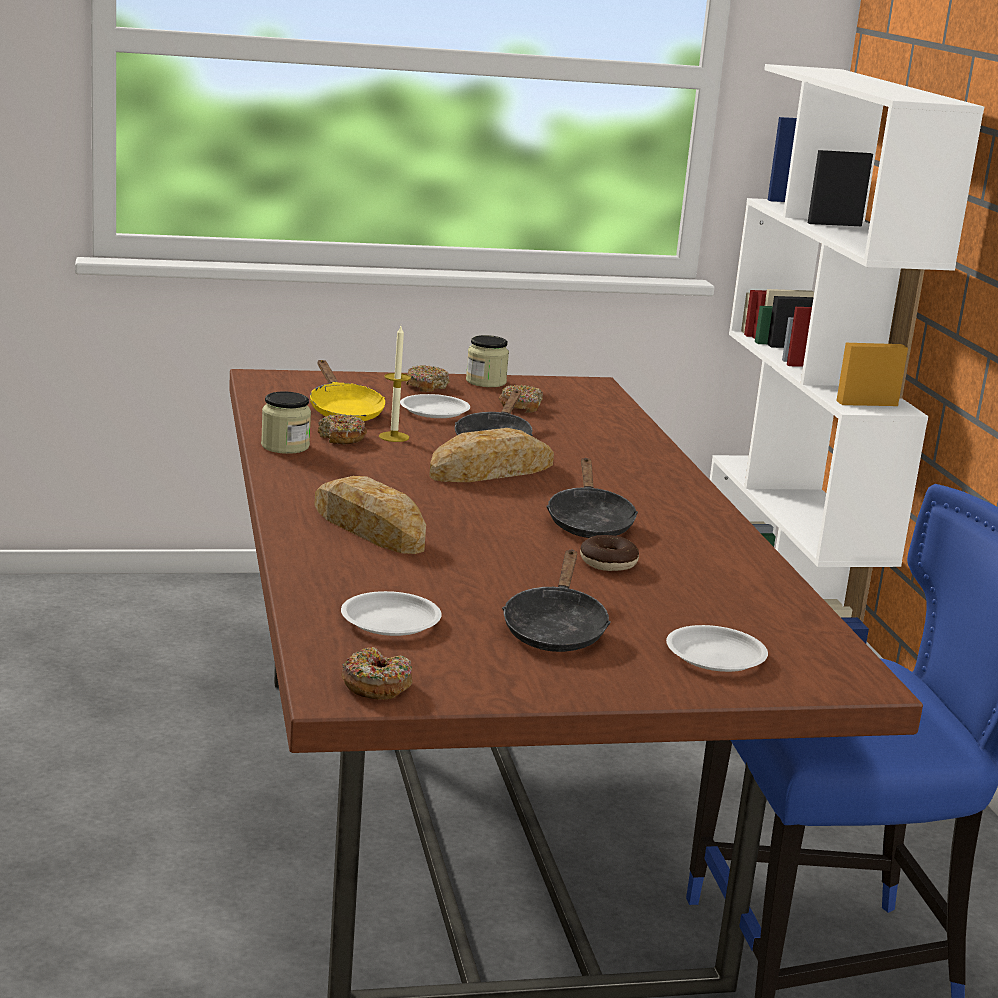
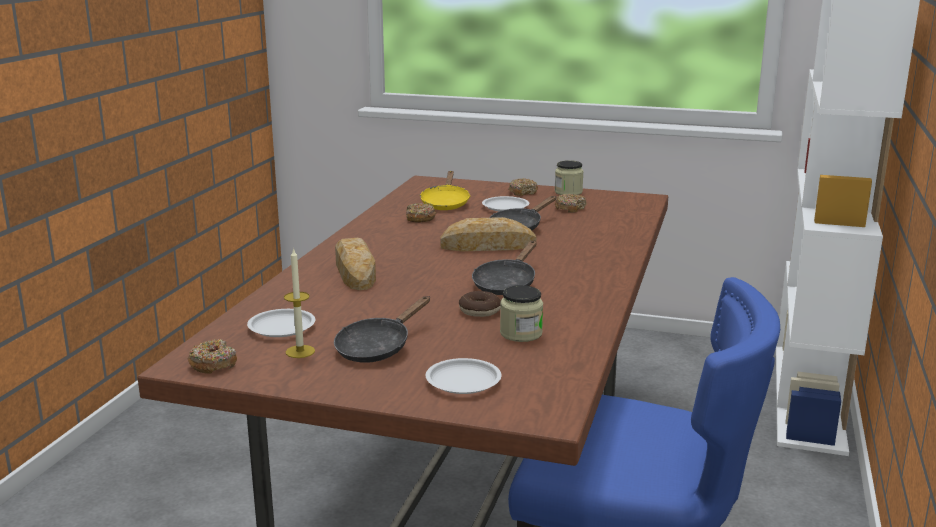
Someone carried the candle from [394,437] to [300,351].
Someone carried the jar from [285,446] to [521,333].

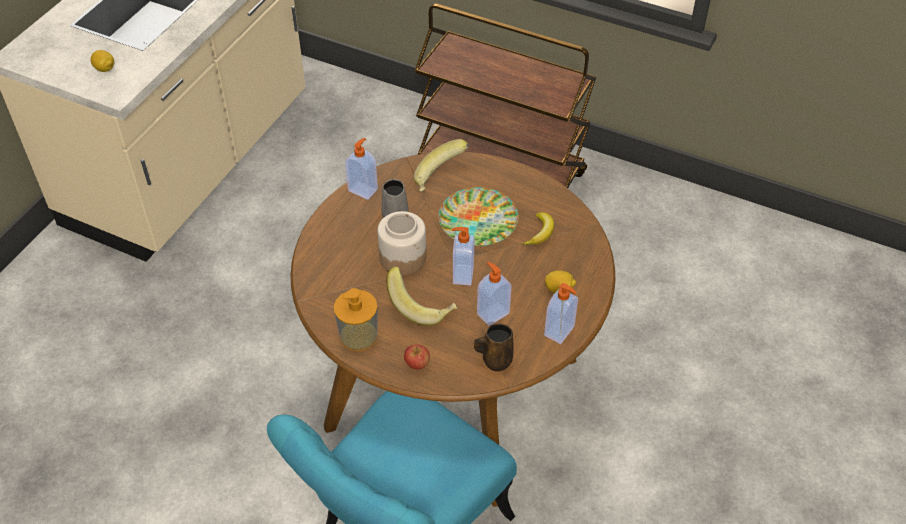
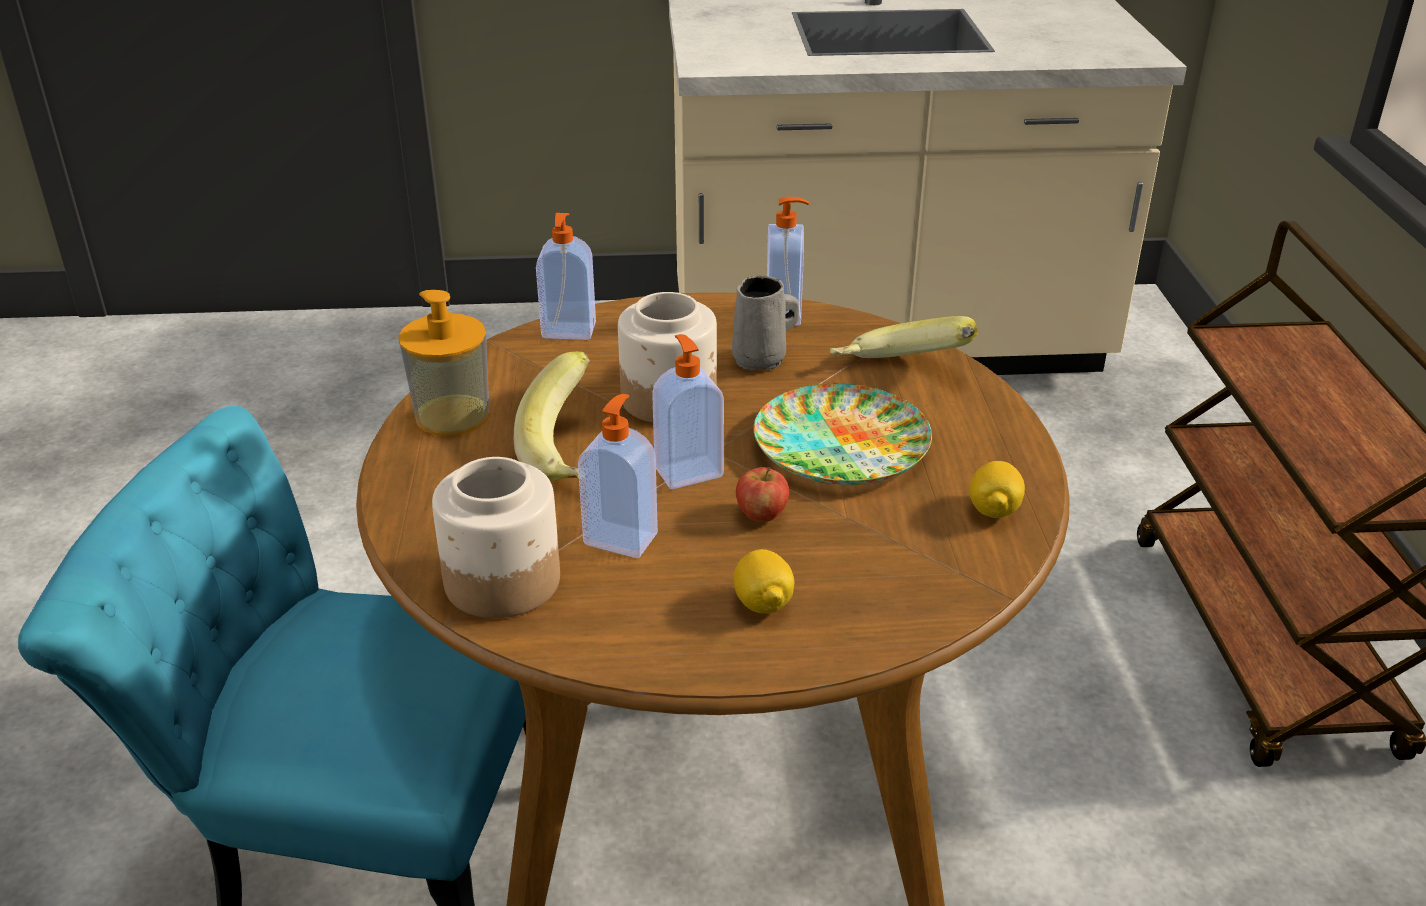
Someone carried the lemon from [104,69] to [993,510].
Someone took away the banana at [540,233].
Someone carried the soap dispenser from [560,332] to [568,332].
Someone swapped the brown mug at [495,360] for the jar at [501,582].
Someone carried the apple from [417,364] to [761,515].

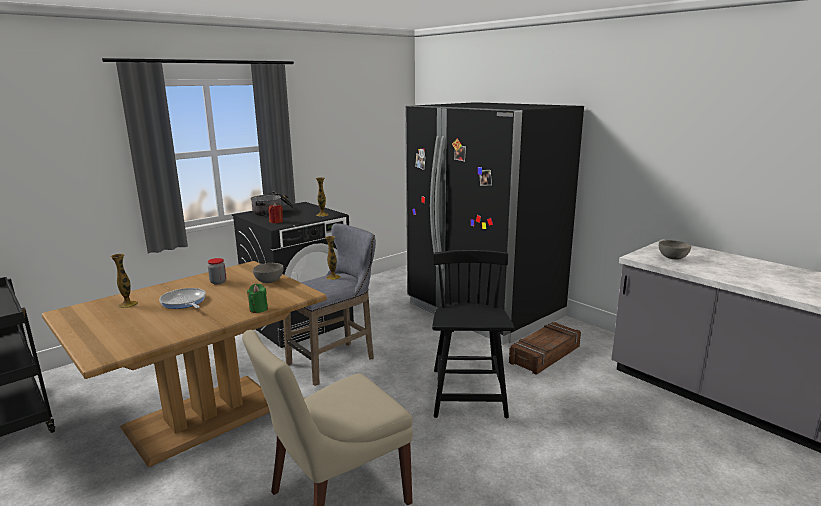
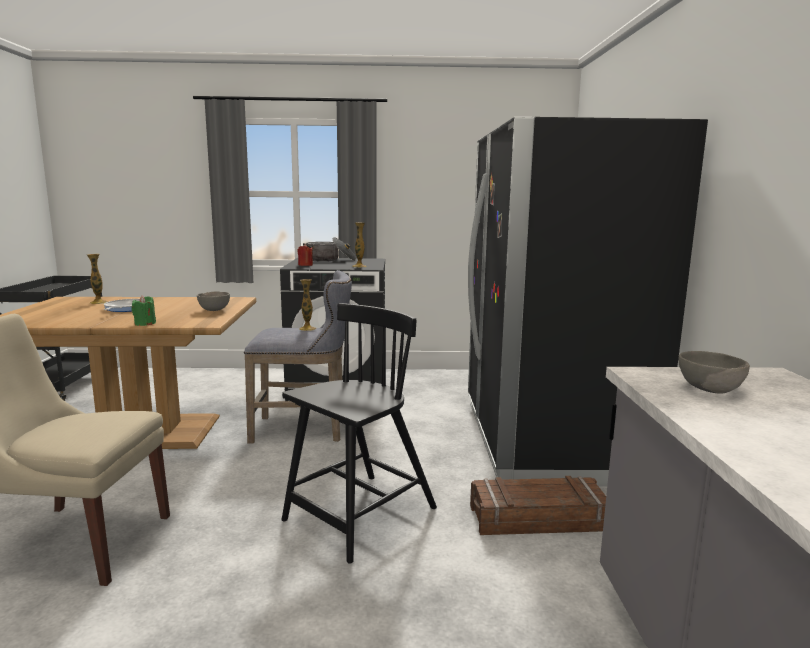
Someone took away the jar at [218,282].

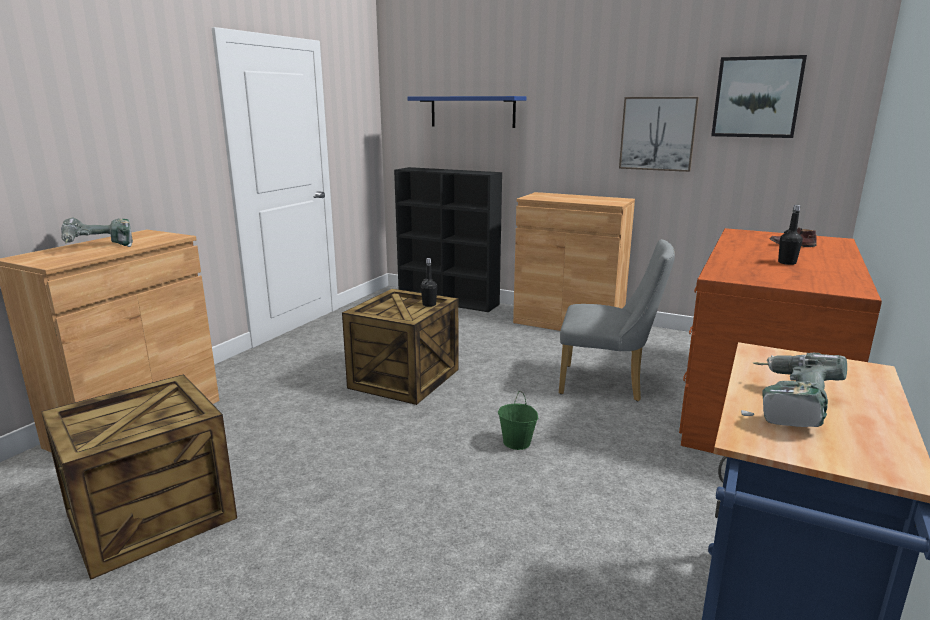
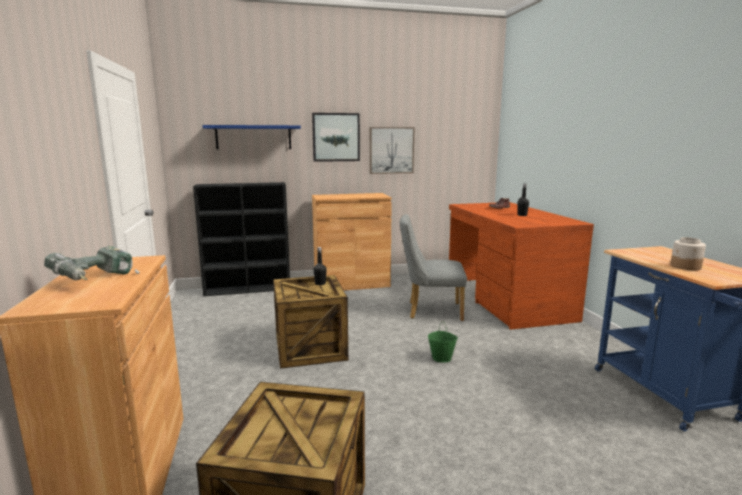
Someone carried the picture from [757,97] to [336,137].
Someone rotated the grey chair at [608,384] by 150 degrees counterclockwise.
Someone swapped the power drill at [787,406] for the jar at [685,267].

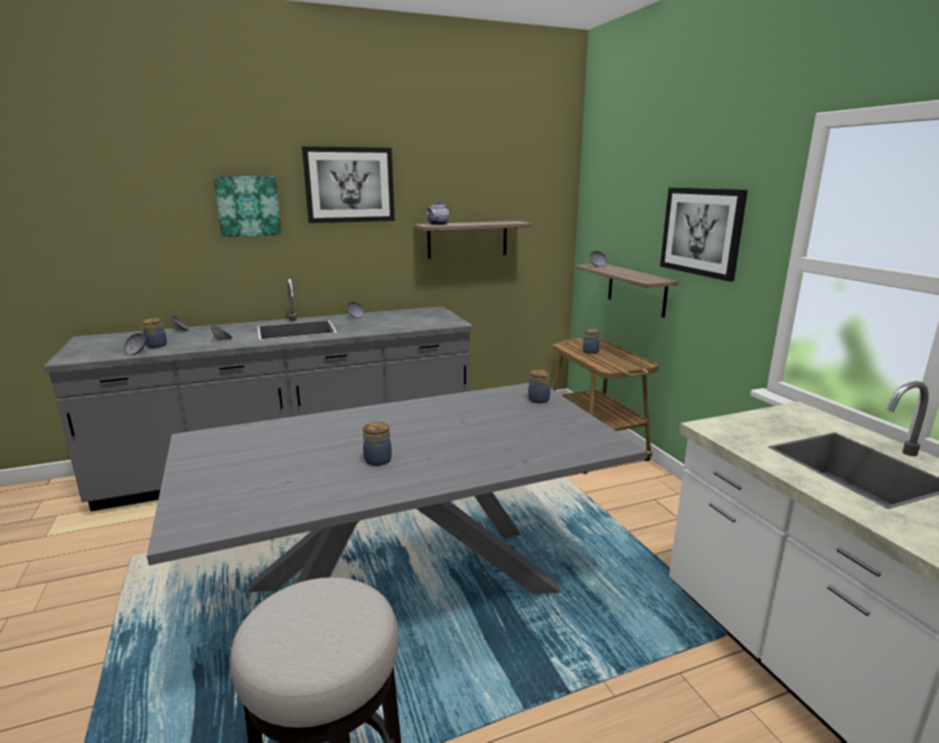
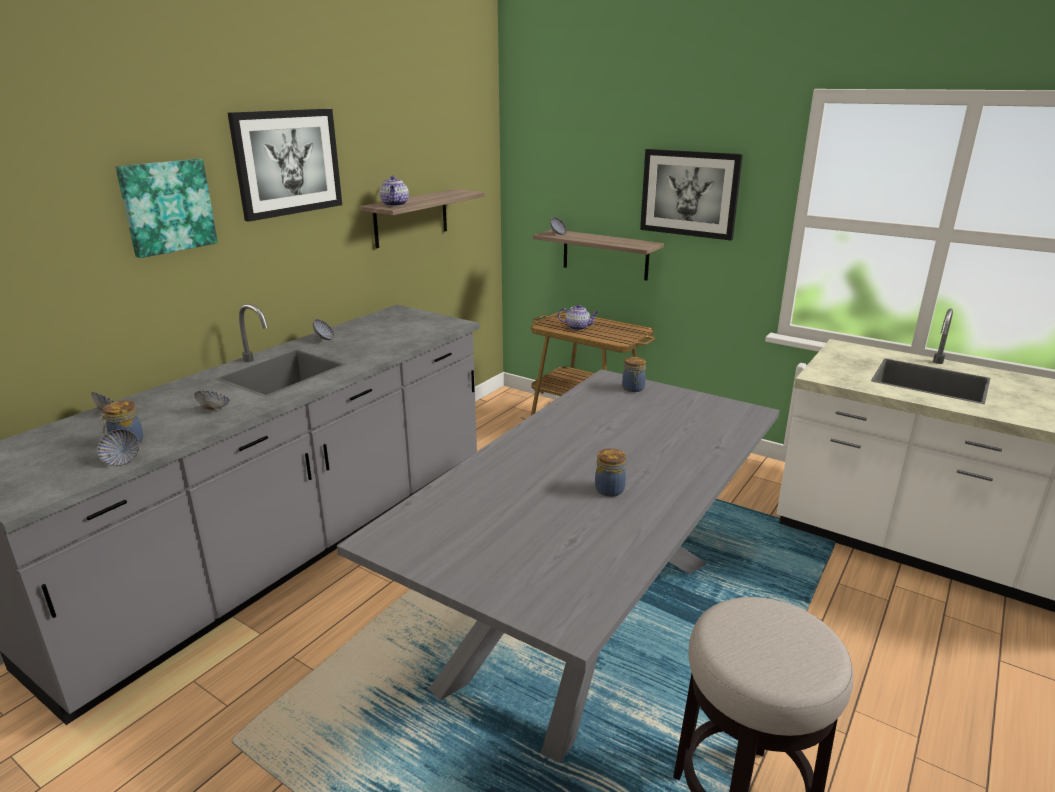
Someone swapped the jar at [591,352] for the teapot at [578,327].

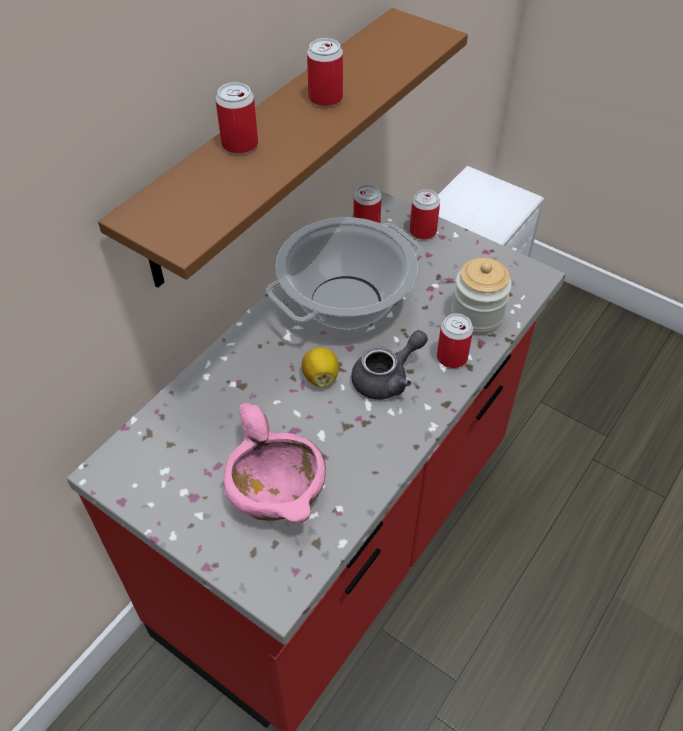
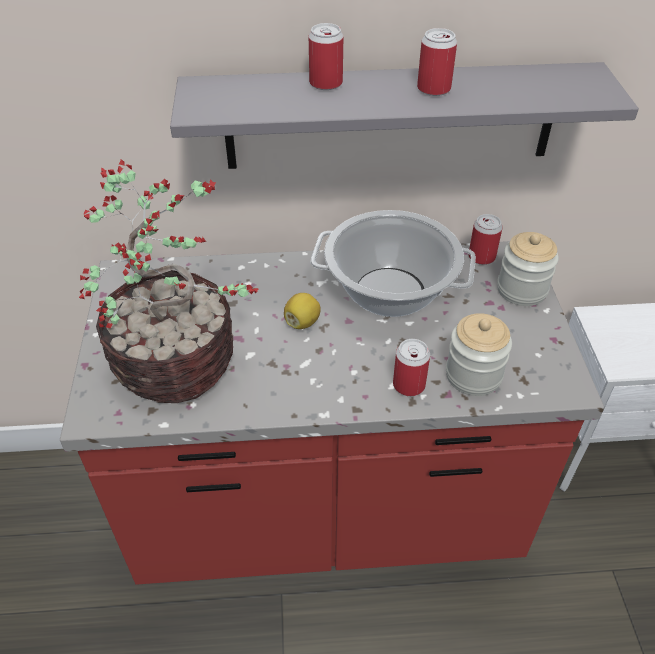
Someone repainted the brown shelf at [269,146], which became the grey shelf at [390,117].
Someone swapped the can at [423,232] for the jar at [521,289].
Someone took away the grey teapot at [387,378].
Someone swapped the pink bowl at [276,489] for the potted plant at [178,360].

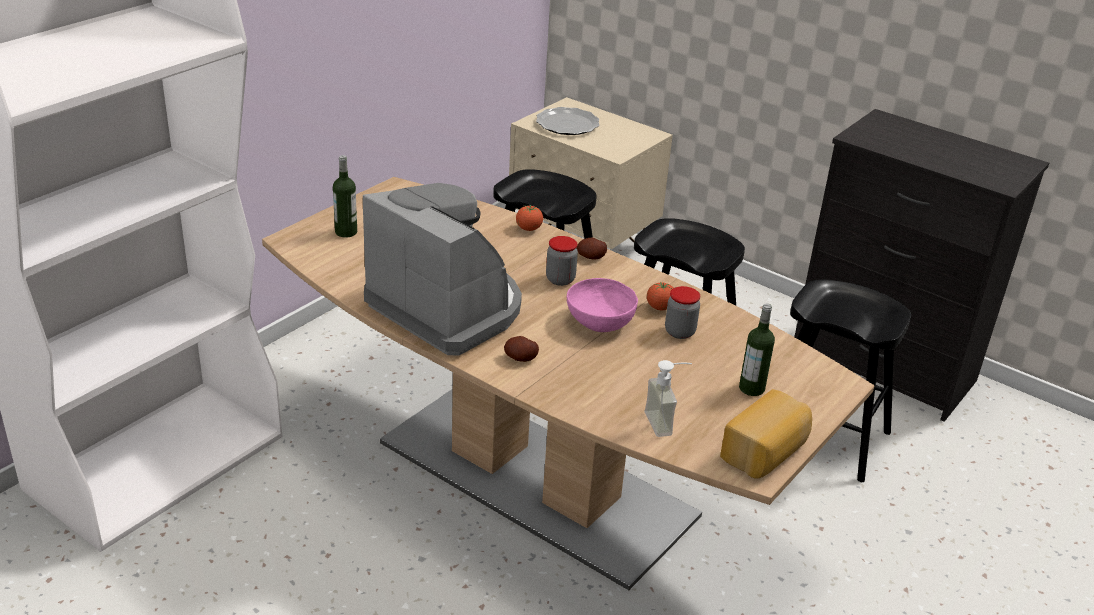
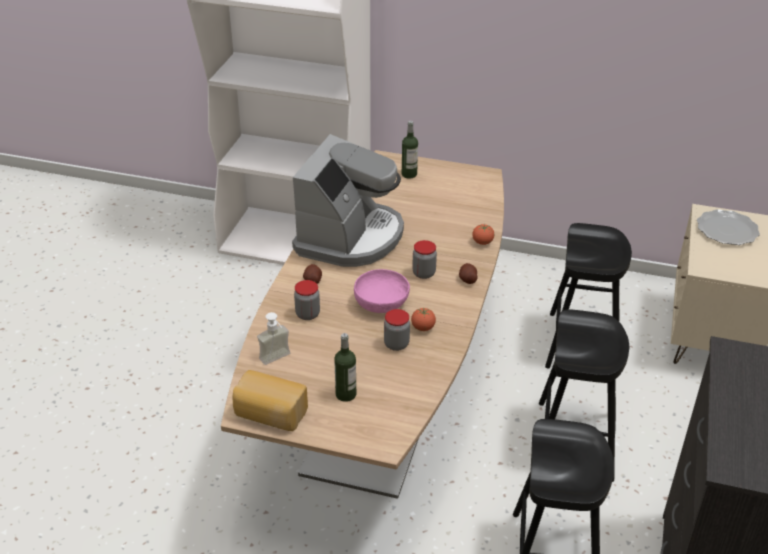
Someone put down the jar at [307,314].

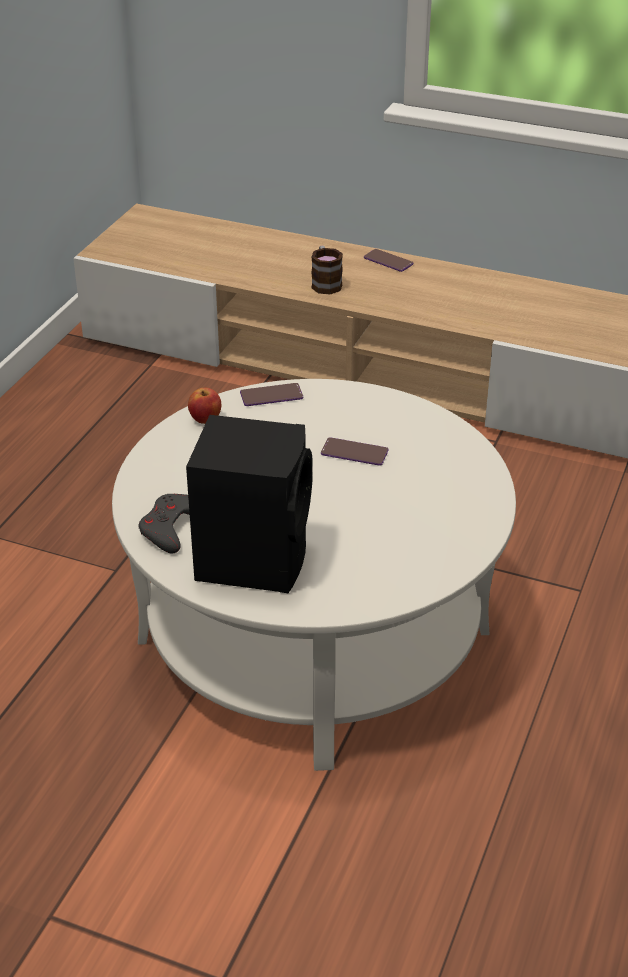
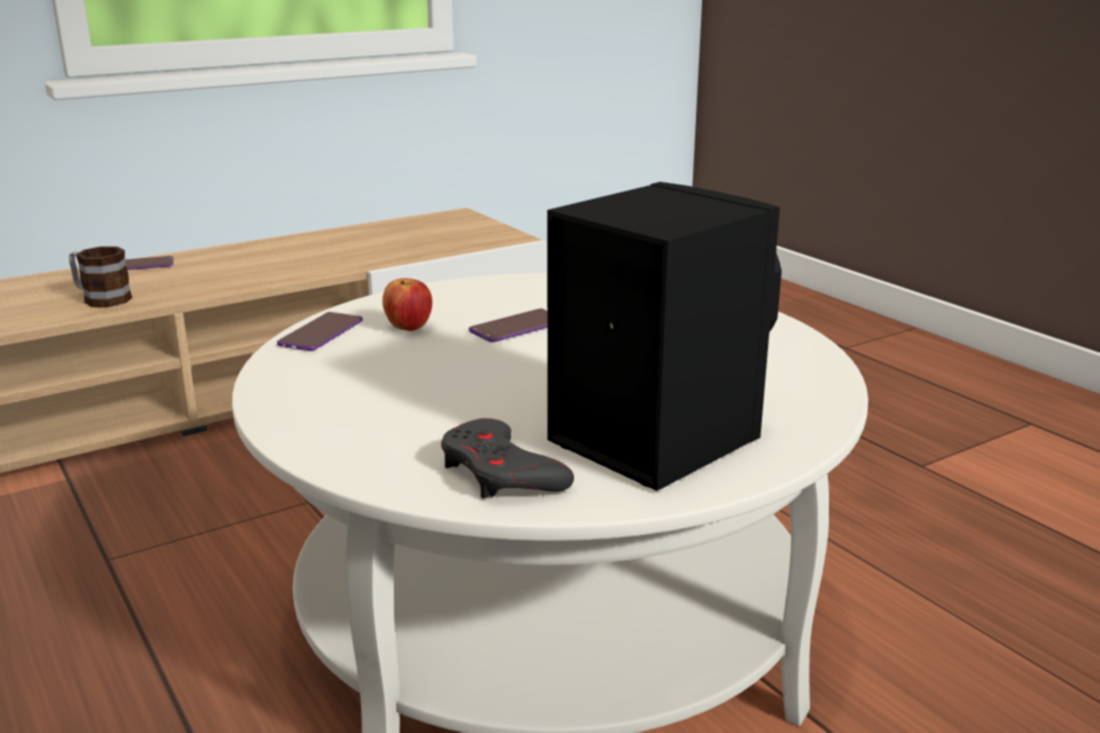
Someone carried the apple from [206,419] to [408,327].

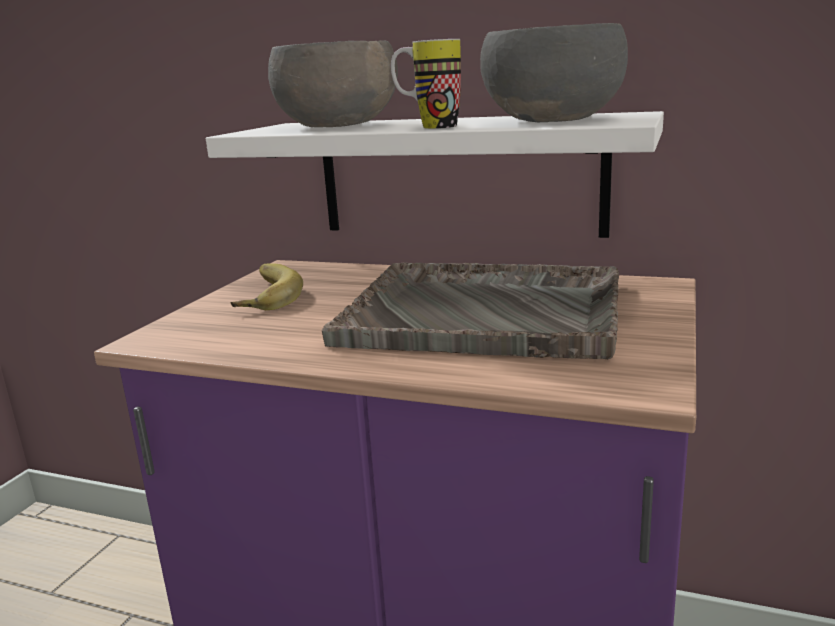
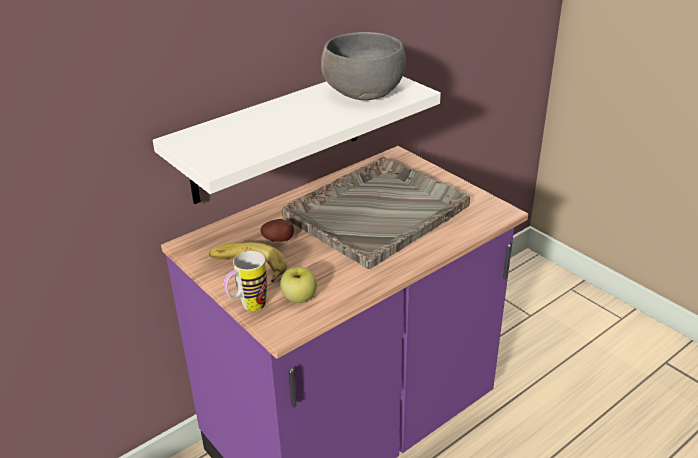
Someone carried the mug from [428,127] to [247,307].
Someone took away the grey bowl at [338,126].
Someone put down the potato at [277,239].
Someone put down the apple at [299,298].

